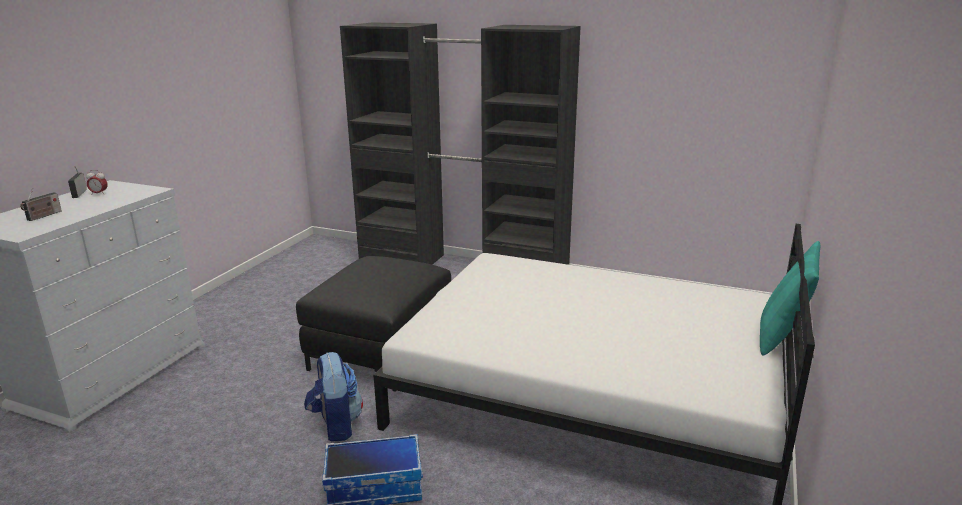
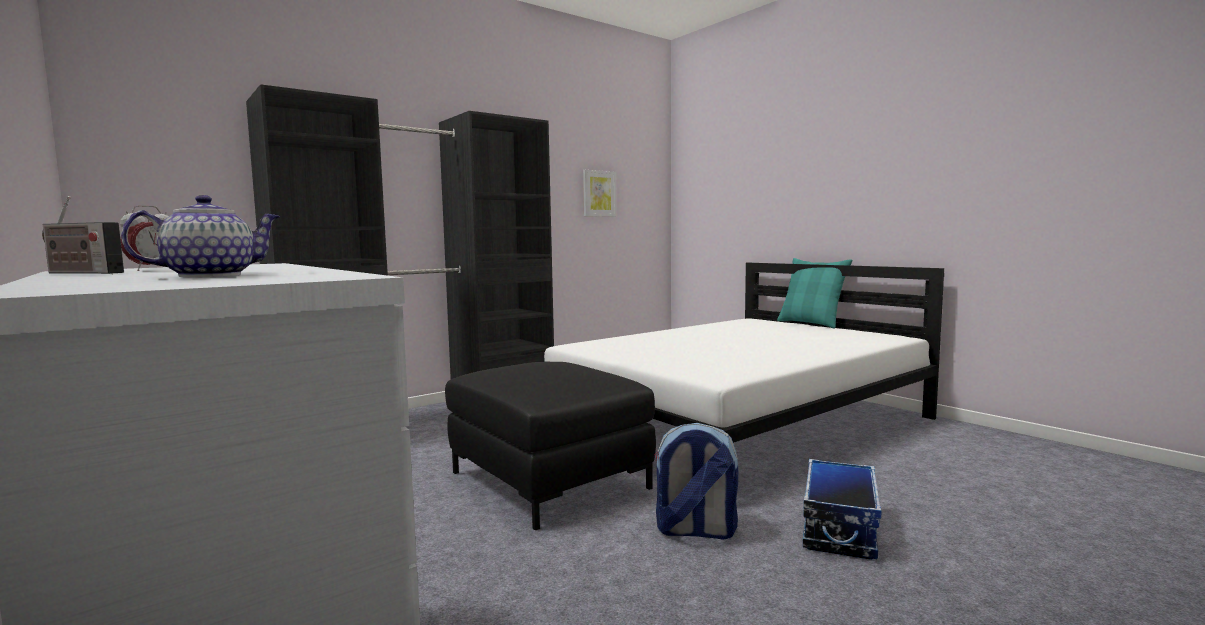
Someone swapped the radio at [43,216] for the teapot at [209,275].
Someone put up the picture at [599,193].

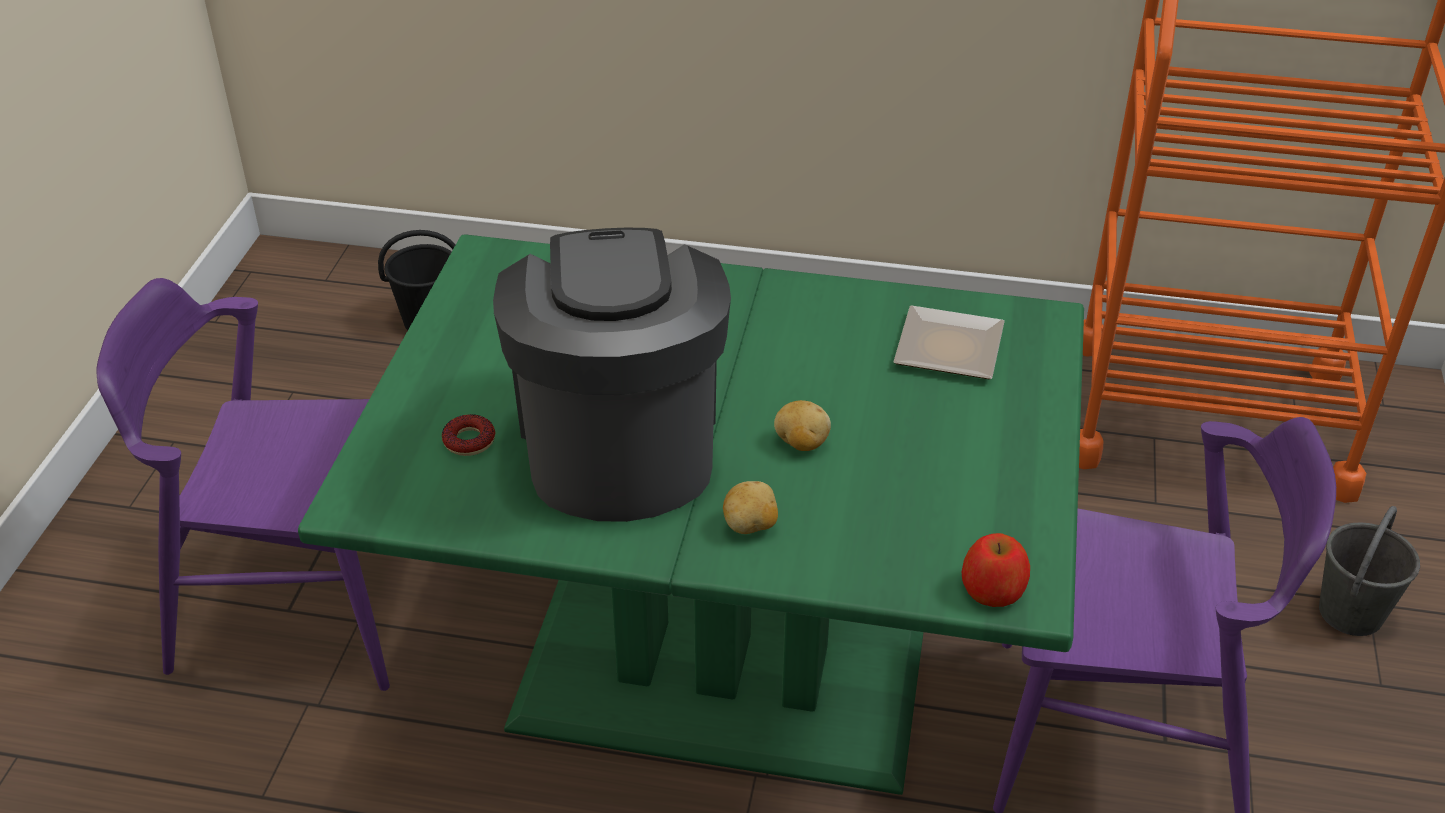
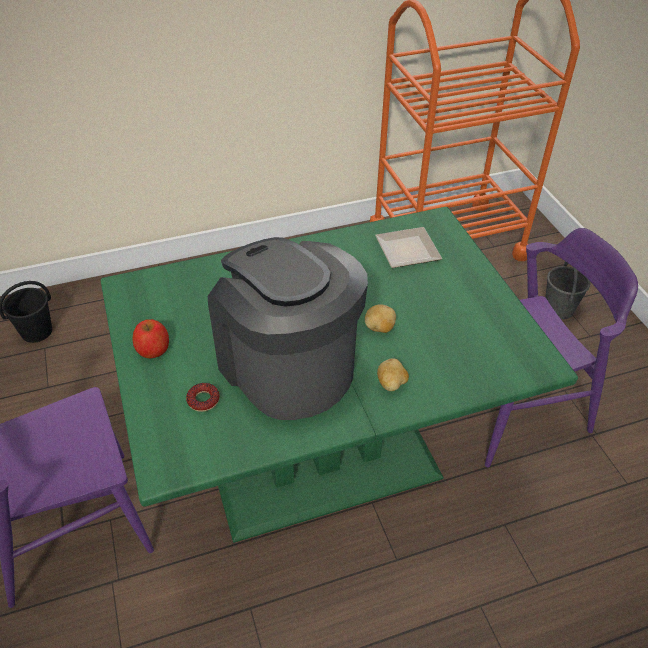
Someone carried the apple from [993,589] to [153,348].

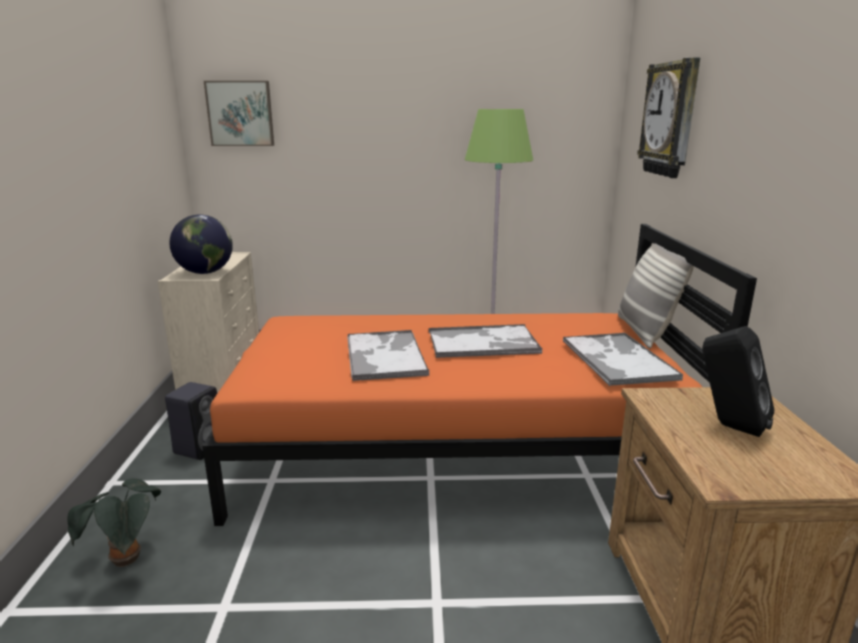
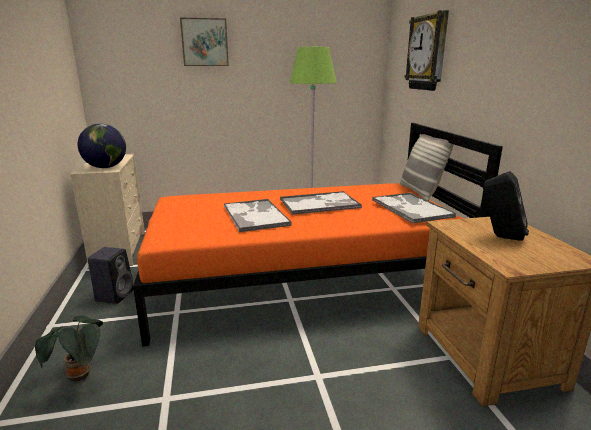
Someone carried the picture from [240,113] to [204,42].

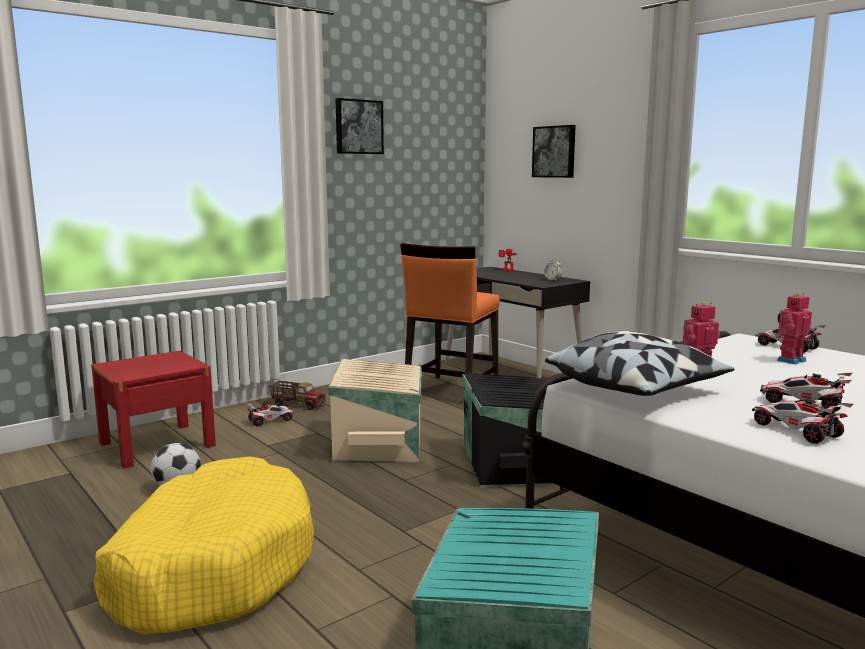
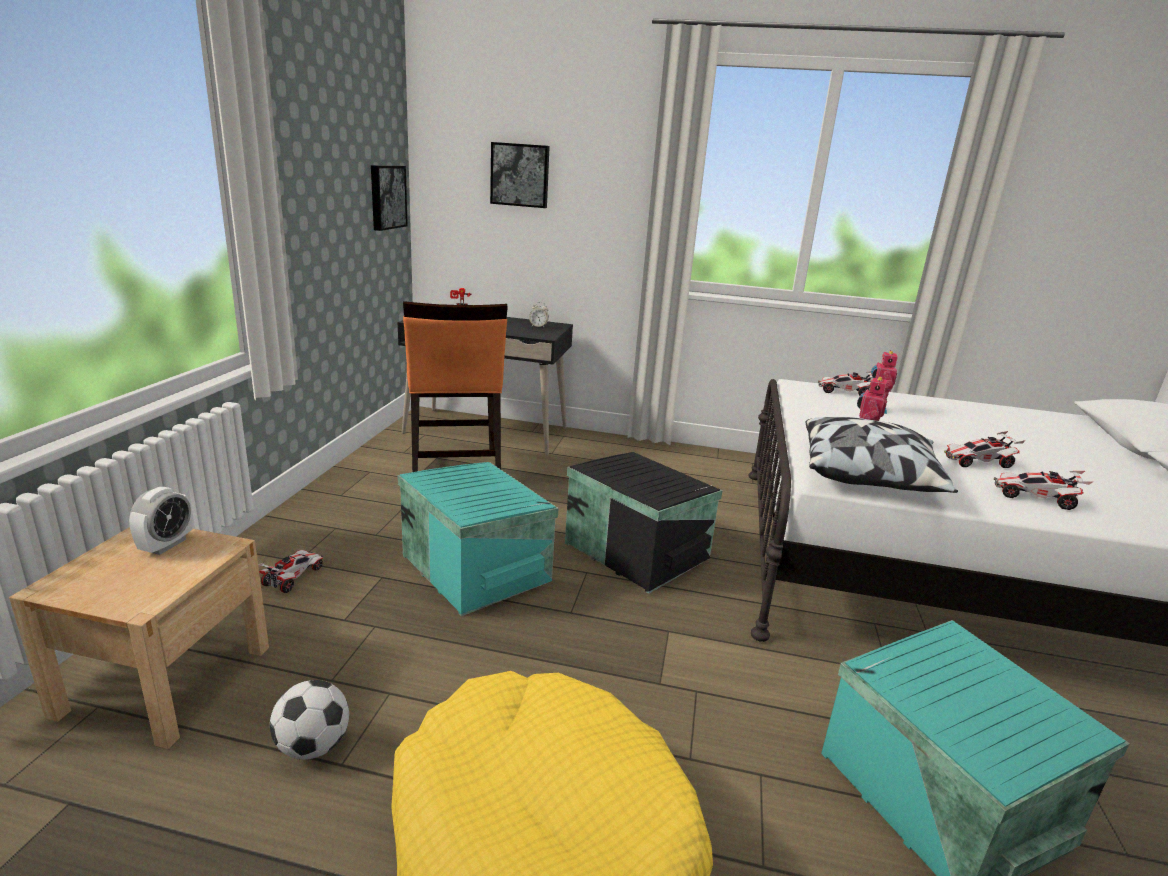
Someone carried the picture from [358,127] to [386,197].
Someone repainted the red nightstand at [157,444], which became the beige nightstand at [165,680].
Someone repainted the beige storage box at [381,442], which became the turquoise storage box at [477,567].
Someone took away the toy truck at [298,404].
Someone put down the alarm clock at [166,545].

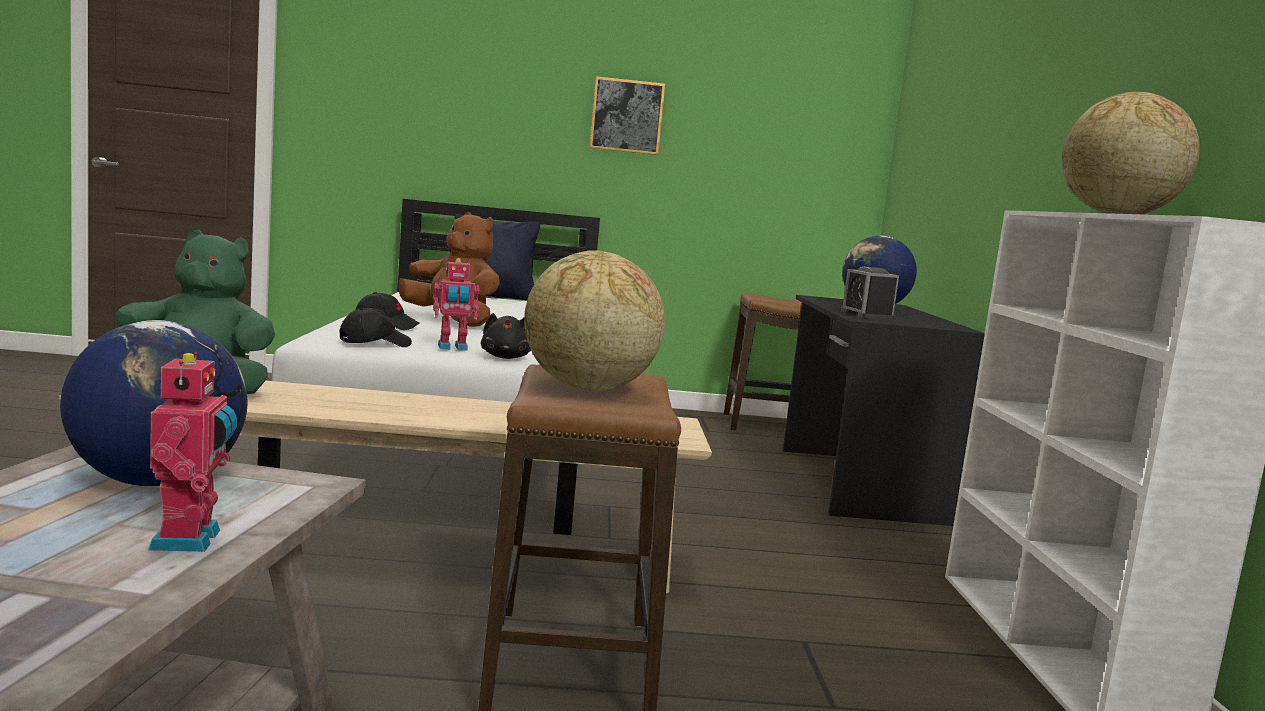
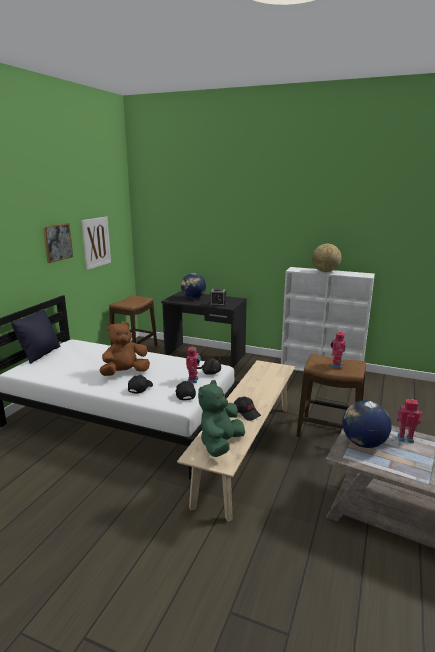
Someone swapped the globe at [587,389] for the toy robot at [336,365].
Someone put up the picture at [96,242].
Someone put down the black cap at [246,413].

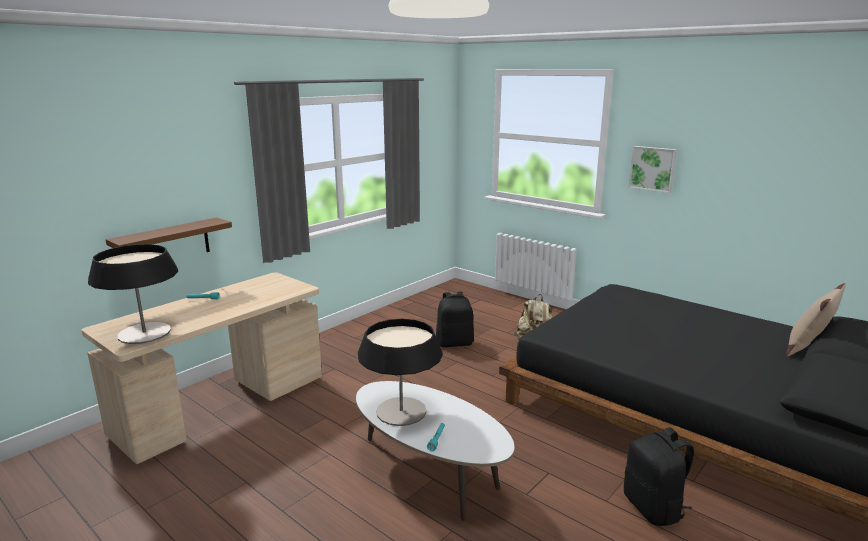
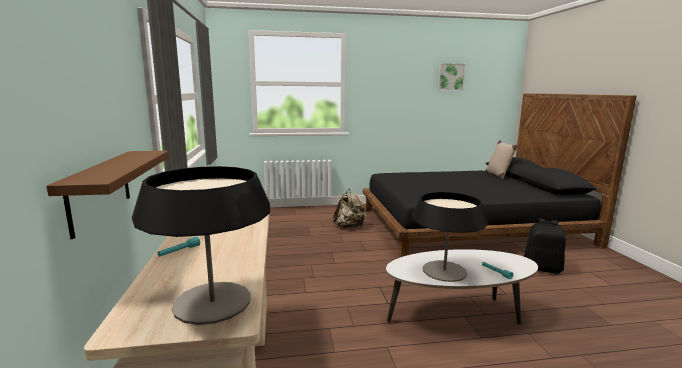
Someone carried the picture from [653,168] to [450,77].
Someone took away the black backpack at [455,343].

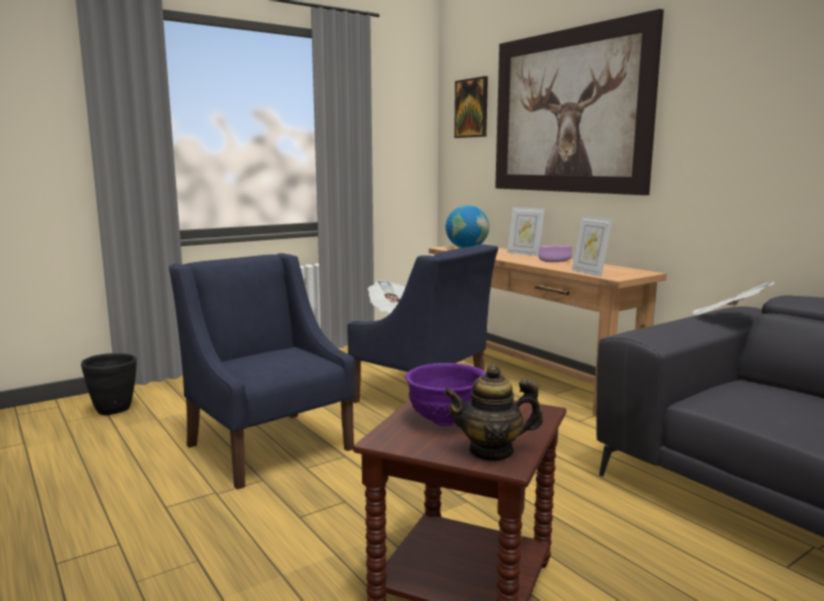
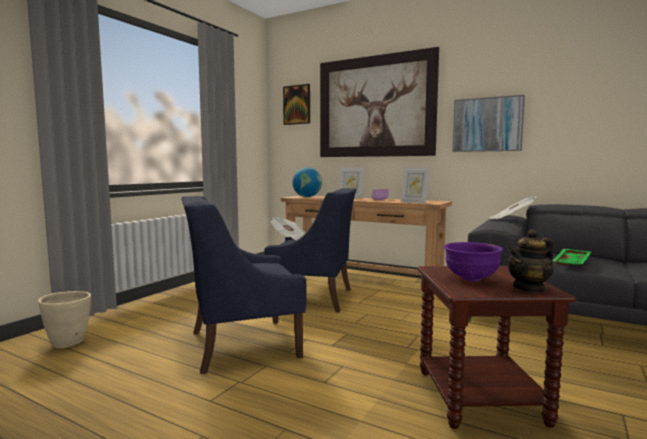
Someone rotated the blue armchair at [269,446] by 45 degrees counterclockwise.
Someone repainted the black planter at [114,410], which became the beige planter at [68,343].
Someone put up the picture at [487,124].
Someone put down the green tray at [572,263].

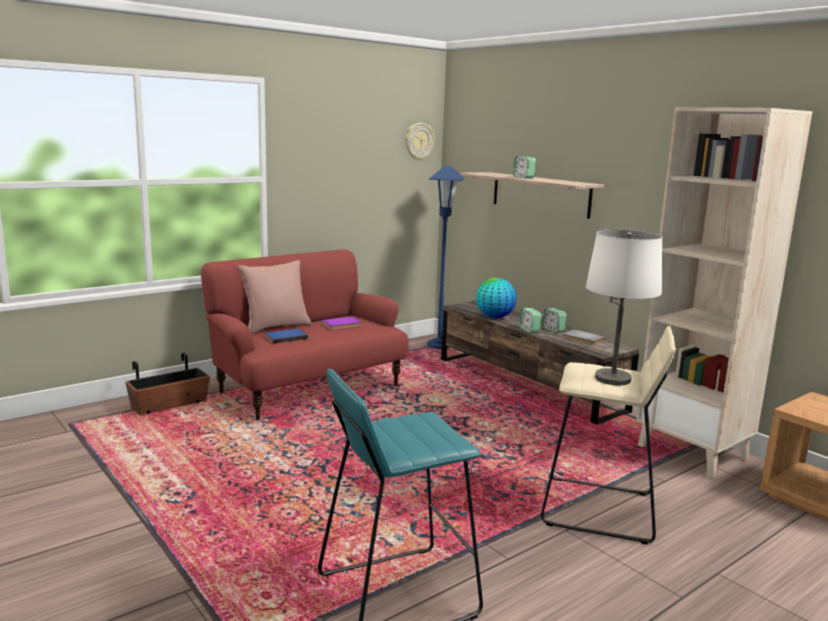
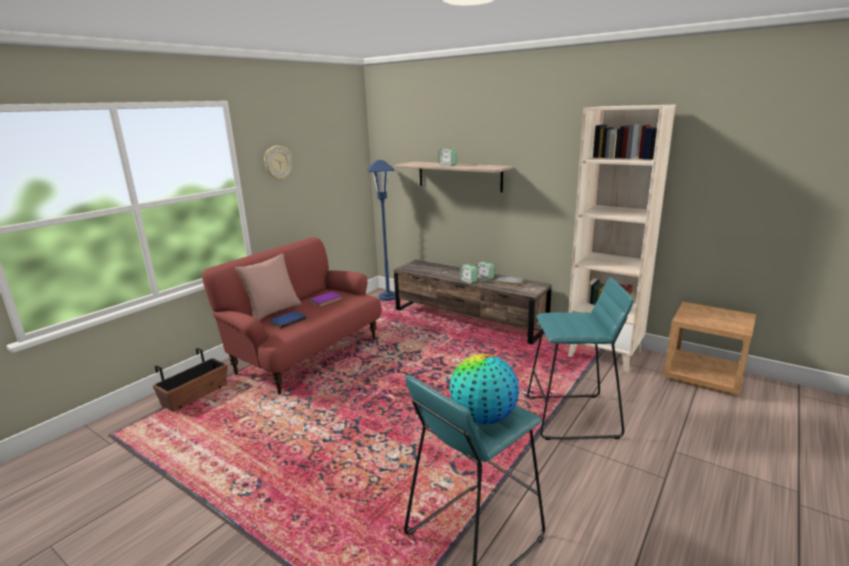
Someone carried the wall clock from [418,141] to [277,163].
Someone took away the white table lamp at [613,379].
Someone carried the globe from [494,317] to [483,417].
Someone repainted the beige stool at [599,510], which became the turquoise stool at [573,417].

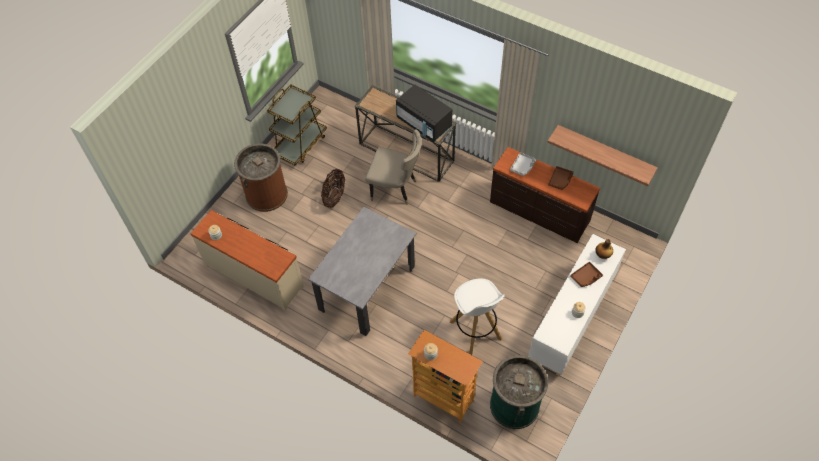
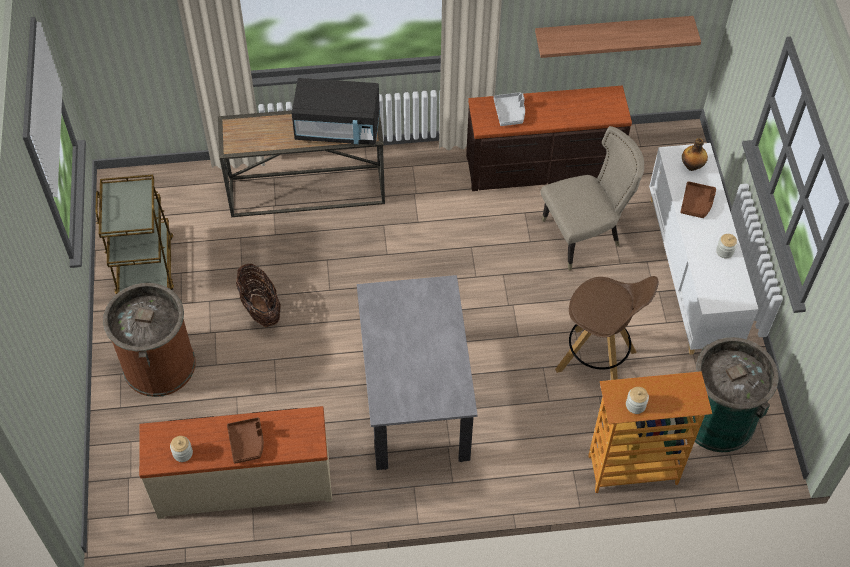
Someone carried the beige chair from [396,189] to [584,235].
Someone carried the brown tray from [560,180] to [247,443].
Someone repainted the white stool at [476,331], which became the brown stool at [597,361].

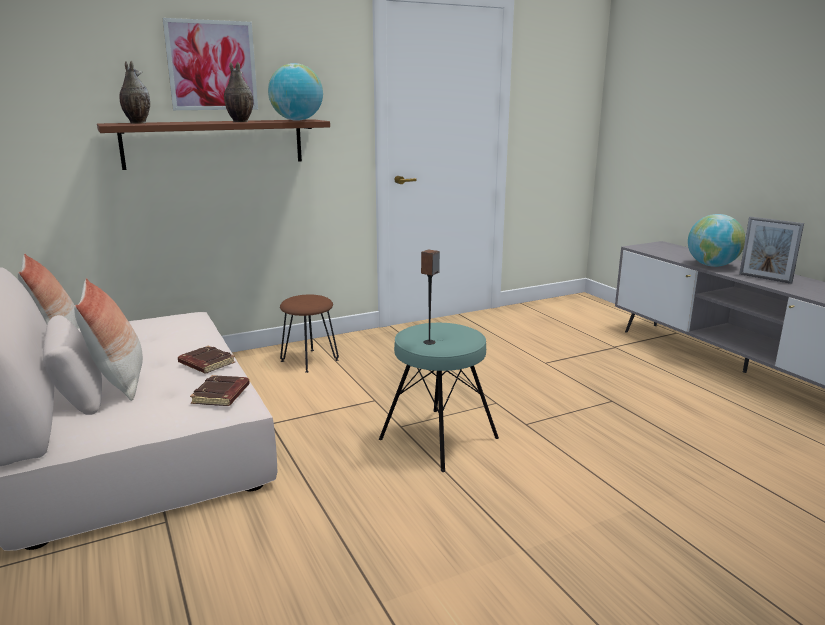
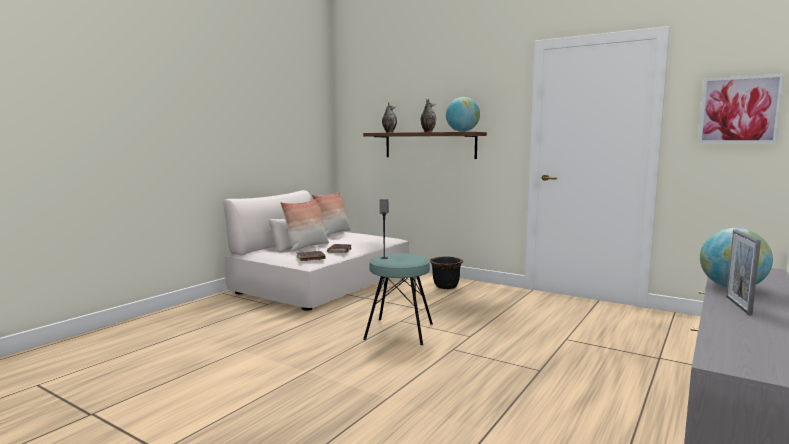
Someone carried the picture from [212,65] to [739,110].
Someone swapped the brown stool at [310,360] for the black planter at [445,286].

